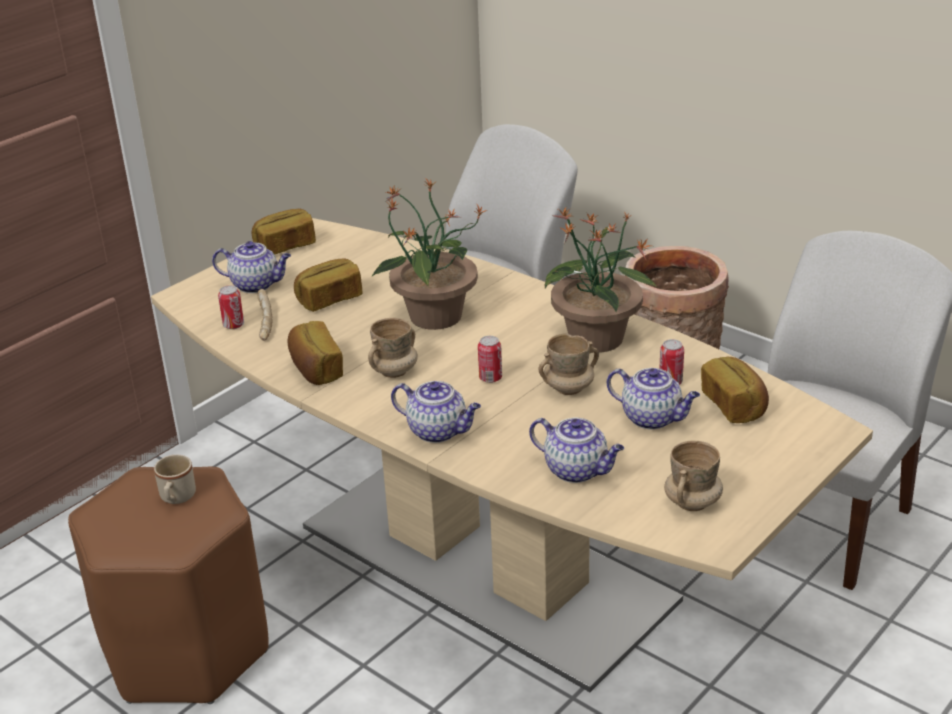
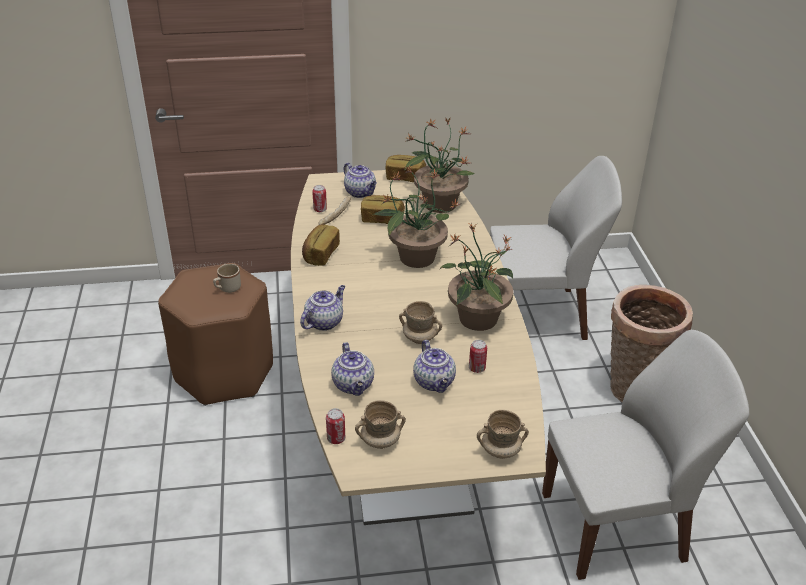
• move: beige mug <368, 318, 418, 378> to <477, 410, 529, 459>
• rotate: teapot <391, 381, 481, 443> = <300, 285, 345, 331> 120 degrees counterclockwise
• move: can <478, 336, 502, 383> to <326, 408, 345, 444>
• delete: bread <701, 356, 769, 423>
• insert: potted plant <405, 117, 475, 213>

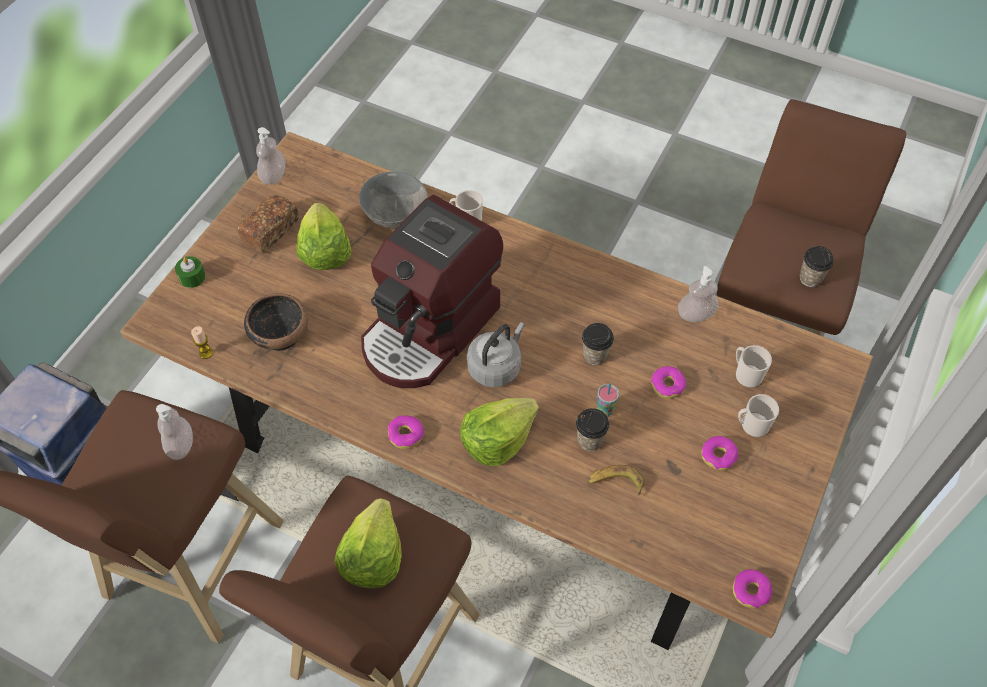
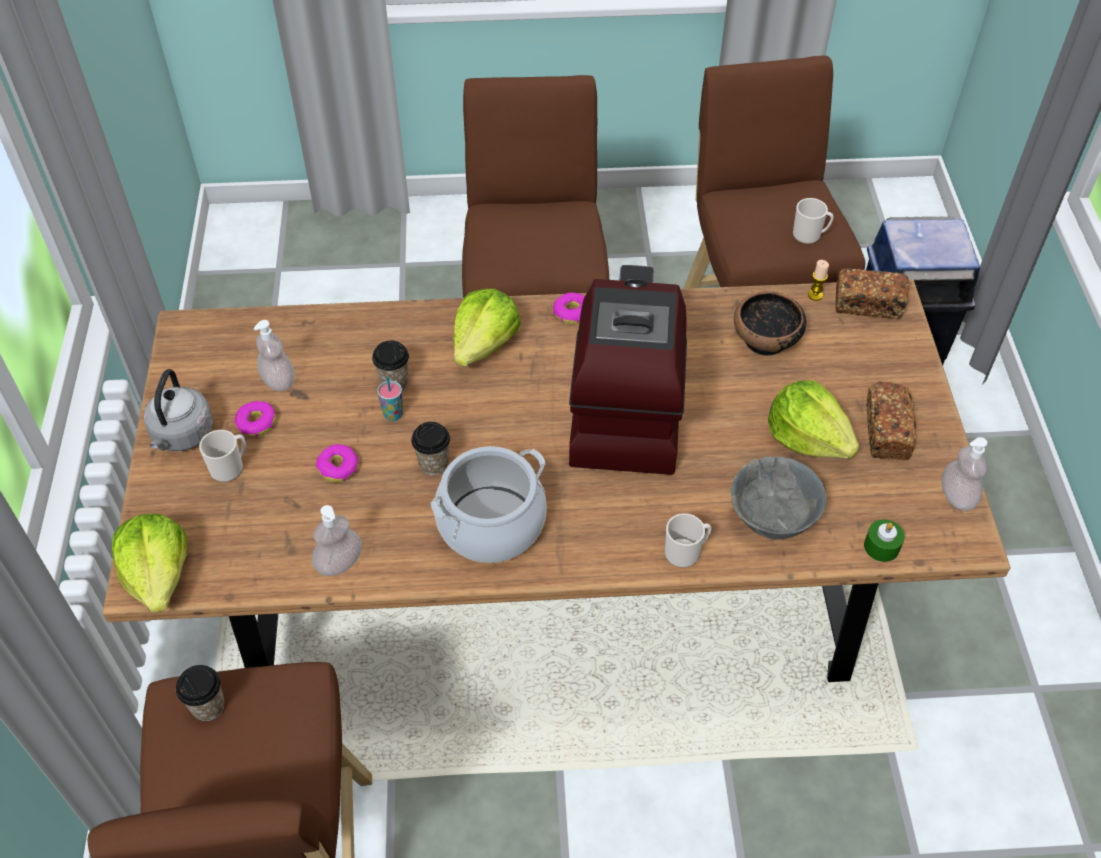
• move: soap dispenser <156, 404, 193, 460> to <254, 320, 294, 391>
• move: green candle <175, 256, 206, 288> to <864, 519, 905, 562>
• move: lettuce <334, 498, 402, 588> to <112, 514, 187, 613>
• move: grey kettle <467, 322, 525, 387> to <144, 369, 213, 451>
• delete: banana <587, 465, 645, 496>
• delete: donut <733, 569, 772, 609>
• move: mug <736, 345, 772, 388> to <793, 198, 834, 244>
• insert: cooking pot <431, 446, 547, 563>
• insert: bread <836, 268, 909, 319>

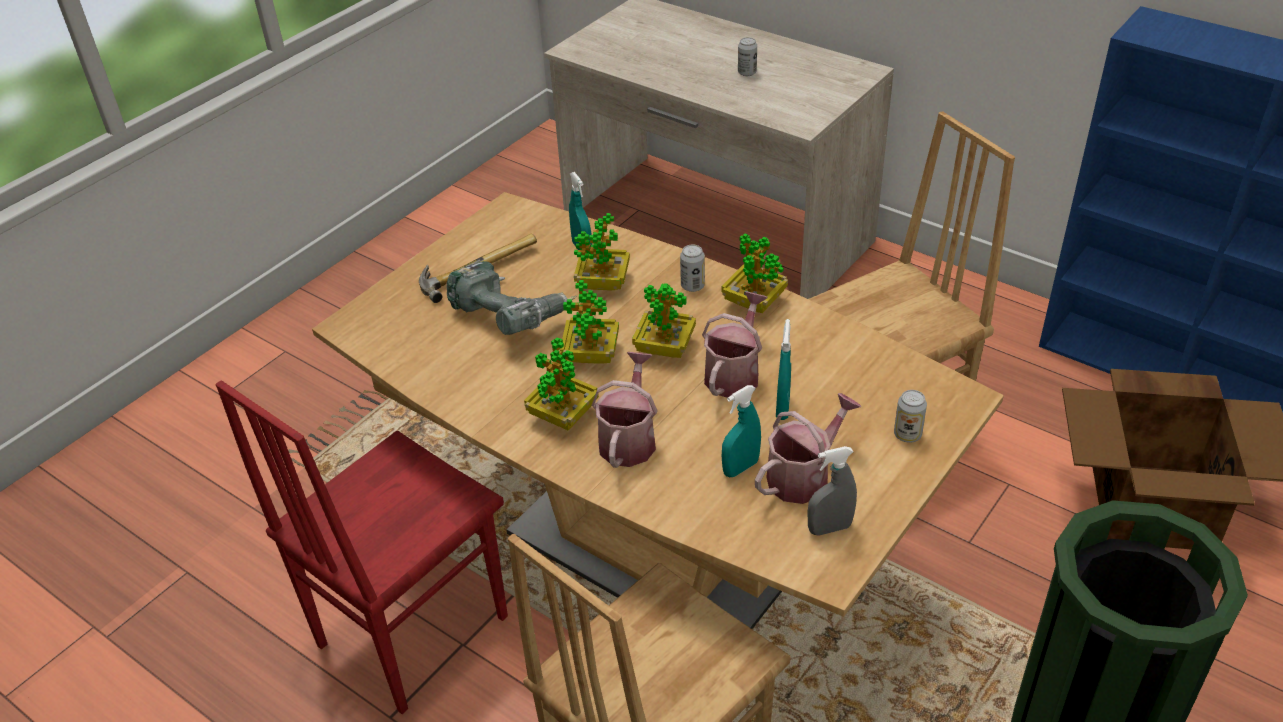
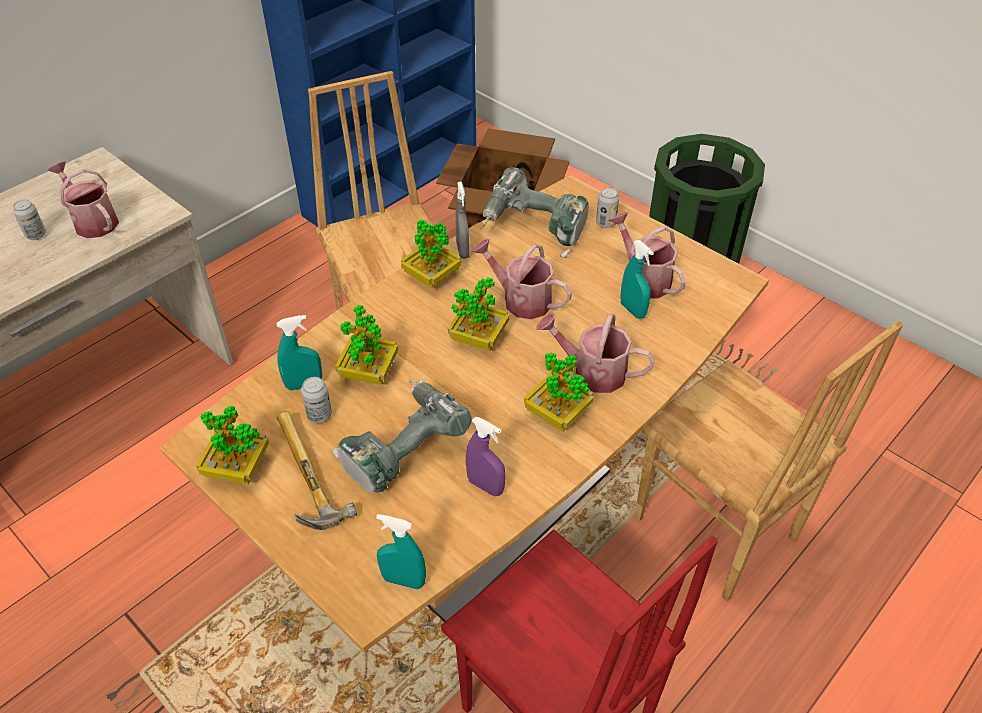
• move: potted plant <560, 280, 619, 364> to <196, 406, 269, 485>
• move: can <680, 245, 705, 292> to <301, 377, 332, 423>
• move: turquoise spray bottle <776, 319, 791, 420> to <376, 514, 426, 589>
• move: grey spray bottle <807, 446, 857, 536> to <456, 182, 470, 259>
• insert: watering can <48, 161, 119, 238>
• insert: purple spray bottle <466, 417, 506, 496>
• insert: power drill <481, 168, 589, 258>

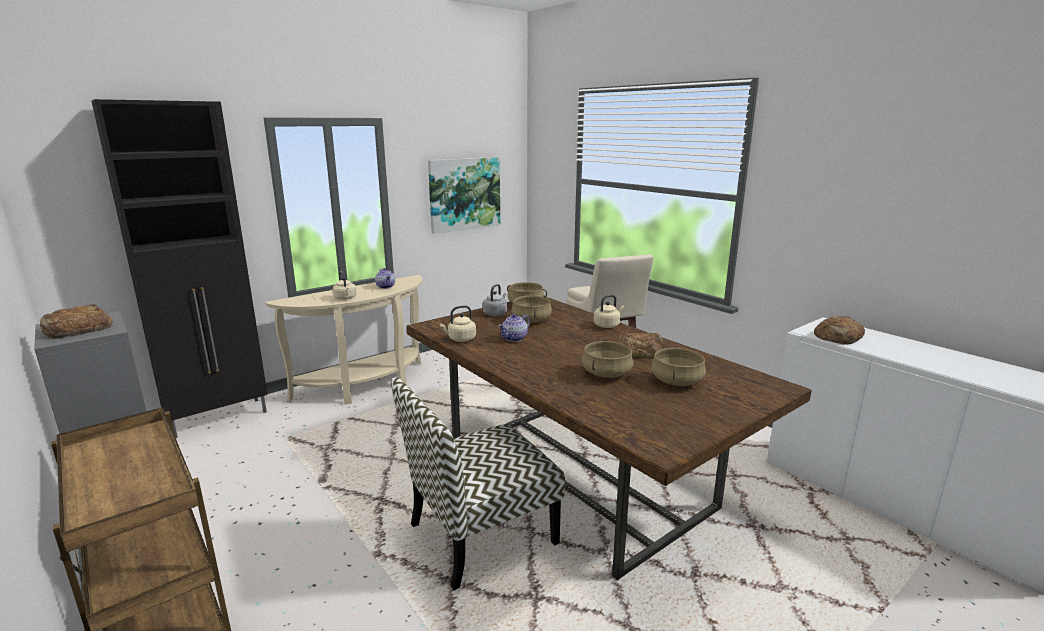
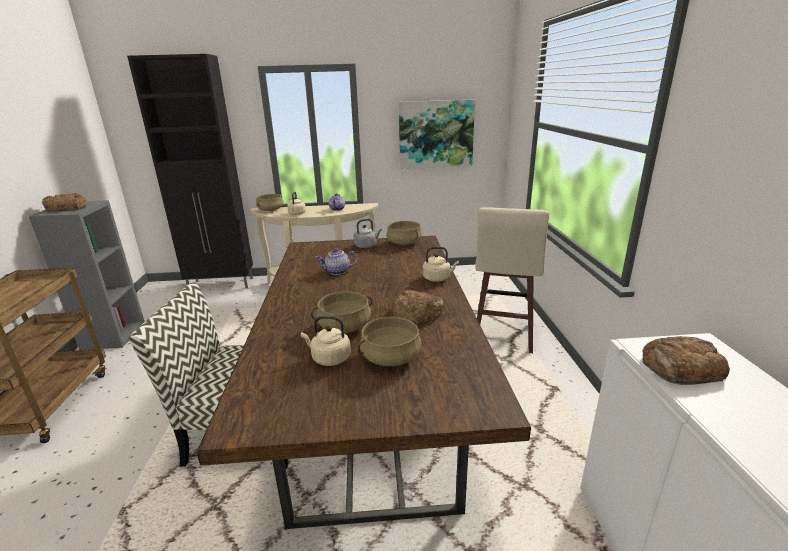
• move: beige kettle <439, 305, 476, 342> to <301, 316, 351, 366>
• move: beige cooking pot <511, 296, 552, 323> to <256, 194, 284, 211>

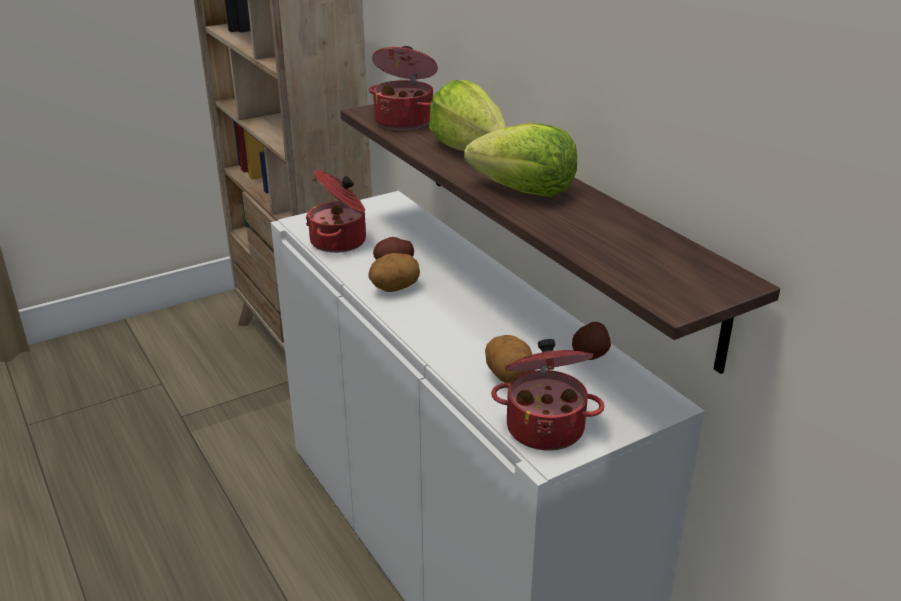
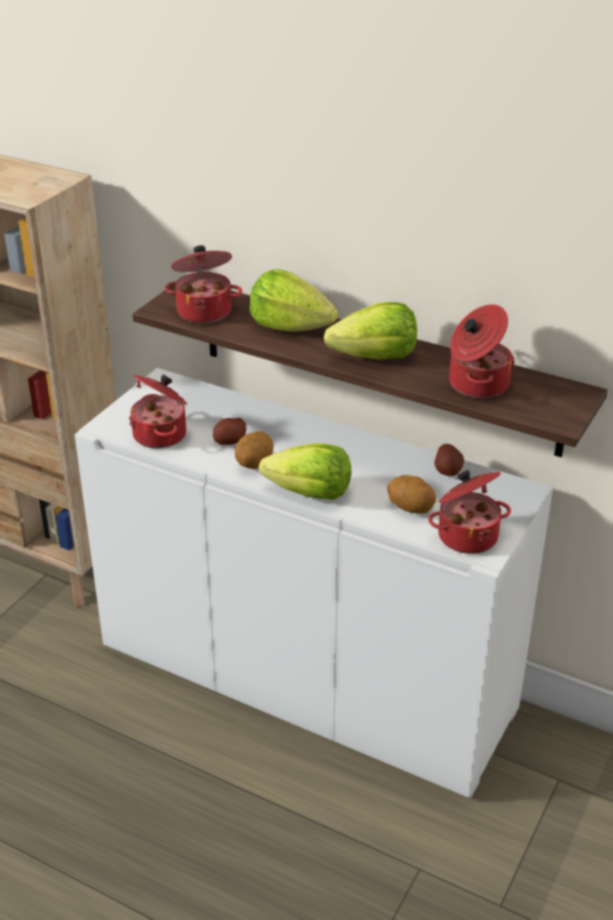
• insert: lettuce <259, 443, 351, 500>
• insert: cooking pot <449, 304, 515, 398>

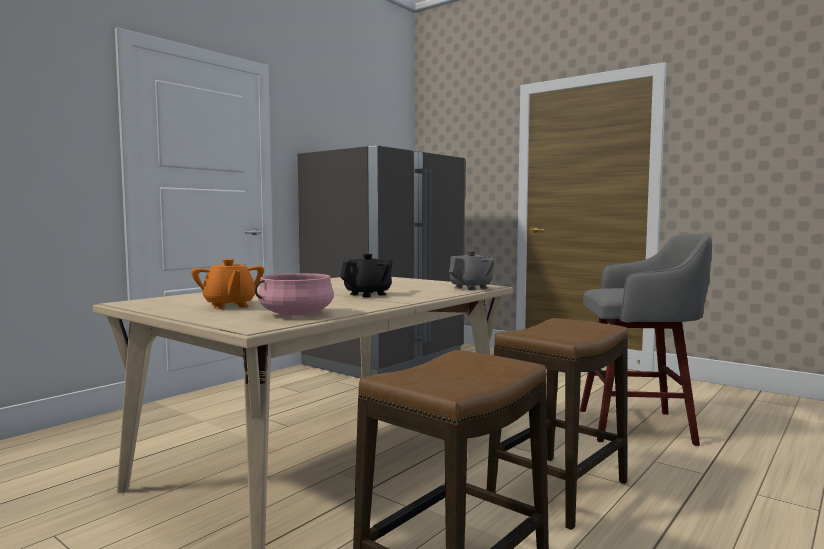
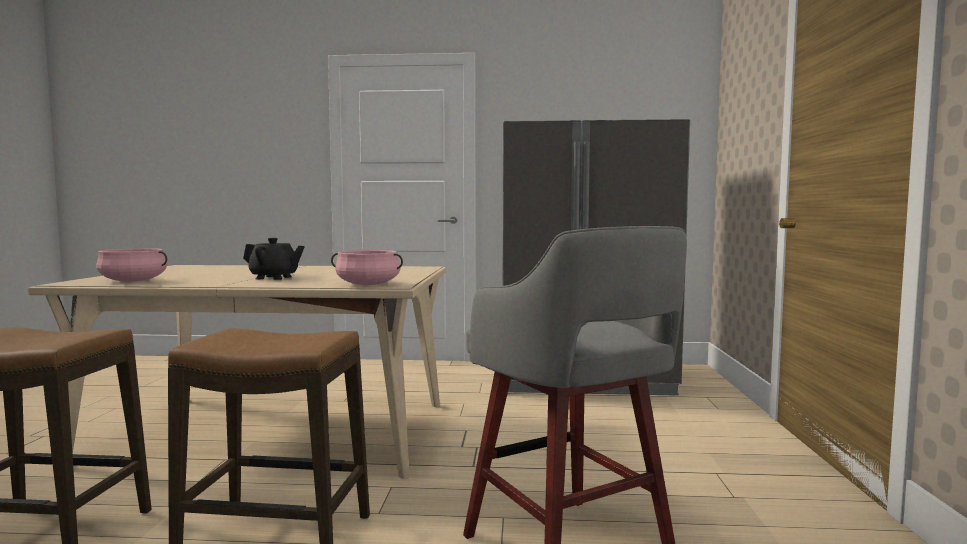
• delete: orange teapot <191, 259, 264, 309>
• replace: grey teapot <449, 251, 494, 290> to pink cooking pot <331, 250, 403, 285>

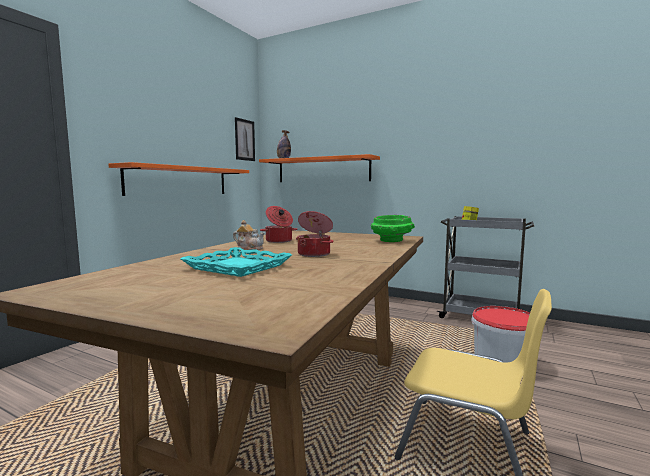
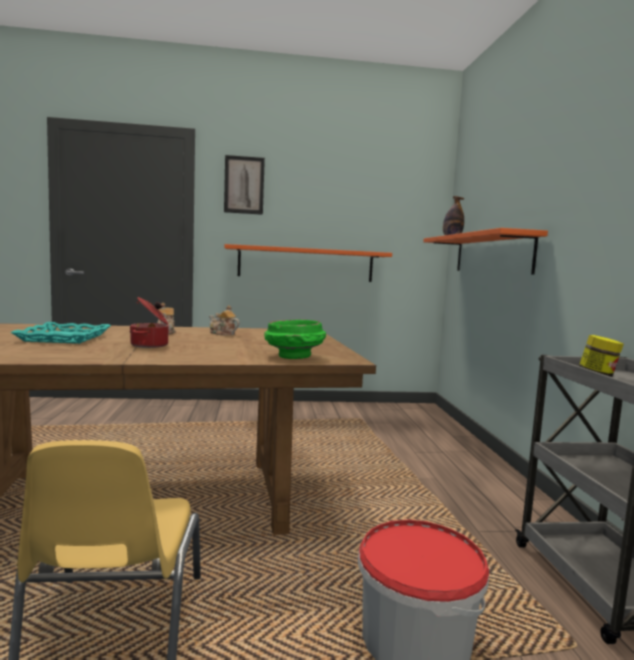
• move: picture <235, 117, 255, 161> to <224, 155, 265, 215>
• replace: cooking pot <260, 206, 297, 243> to teapot <209, 305, 240, 335>

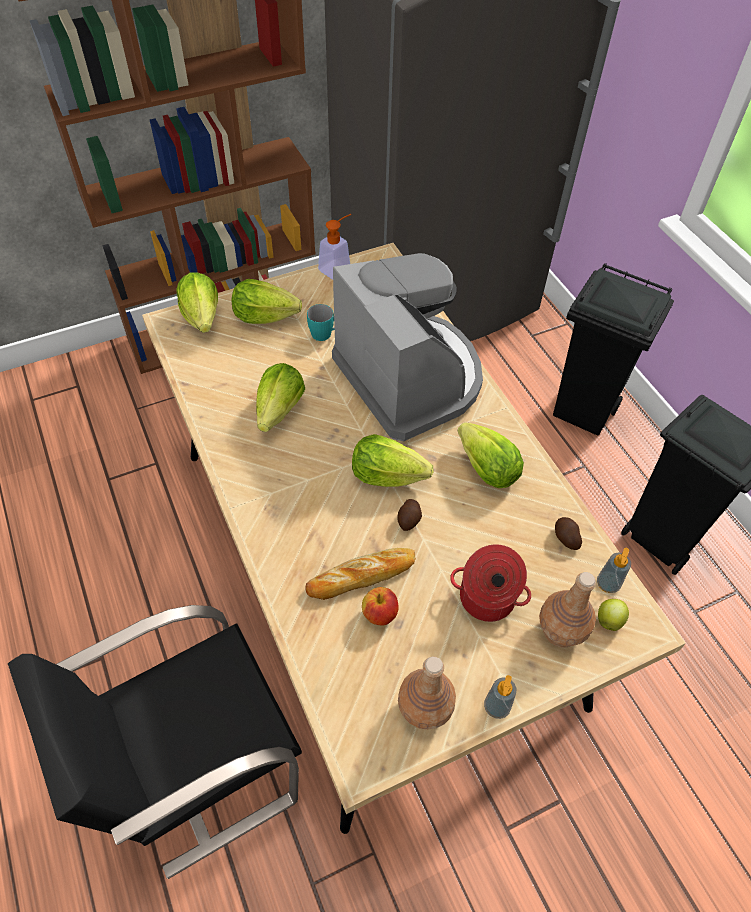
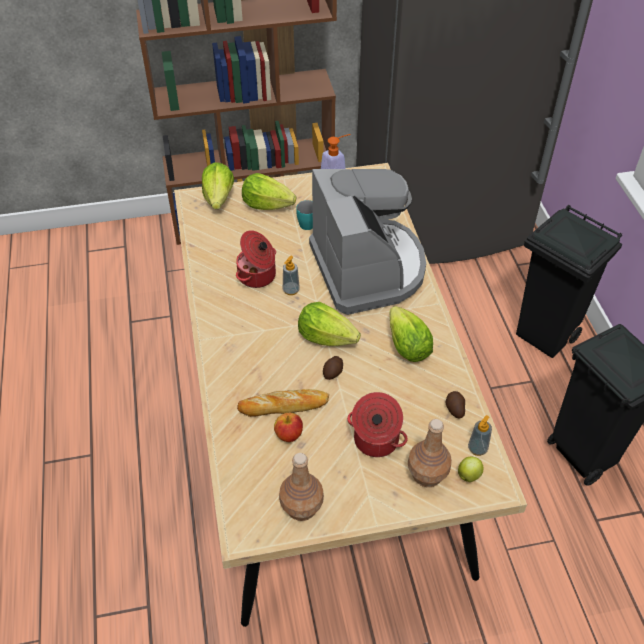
• delete: black chair <8, 605, 302, 879>
• replace: lettuce <256, 363, 305, 432> to cooking pot <236, 230, 276, 288>
• move: soap dispenser <484, 675, 516, 719> to <283, 256, 300, 295>

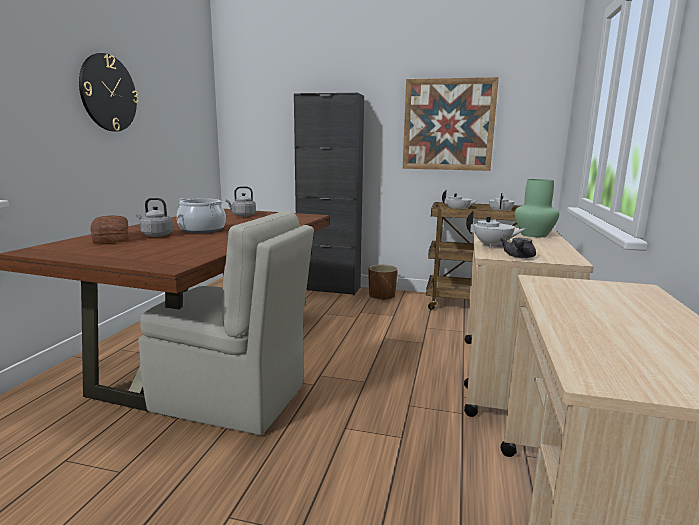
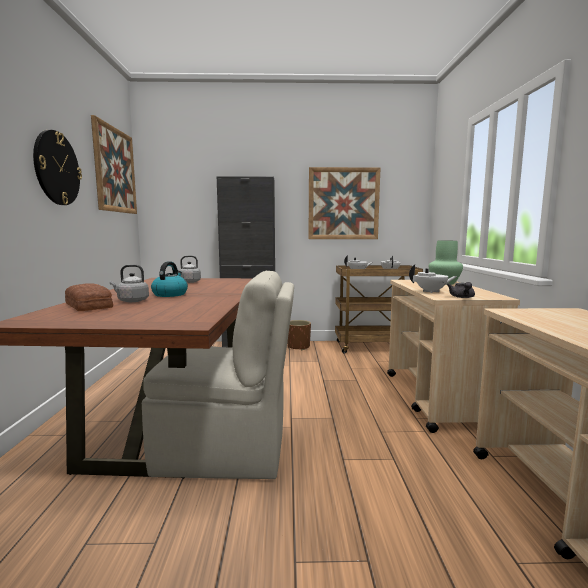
• replace: cooking pot <177, 198, 226, 233> to kettle <151, 262, 188, 297>
• insert: picture <91, 115, 137, 214>

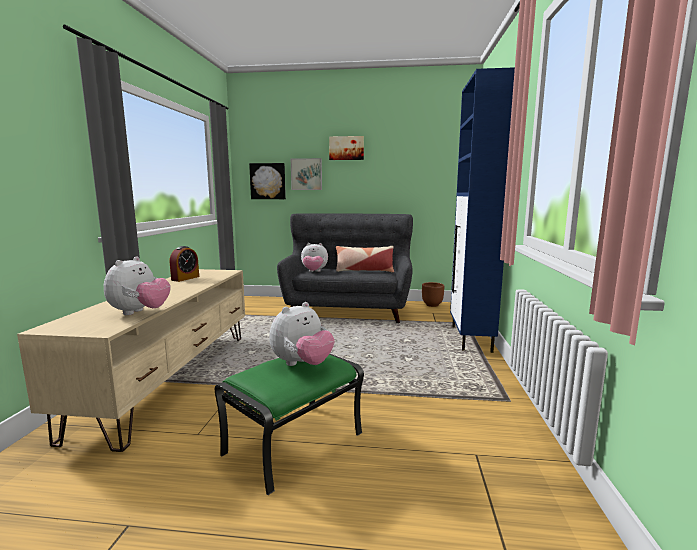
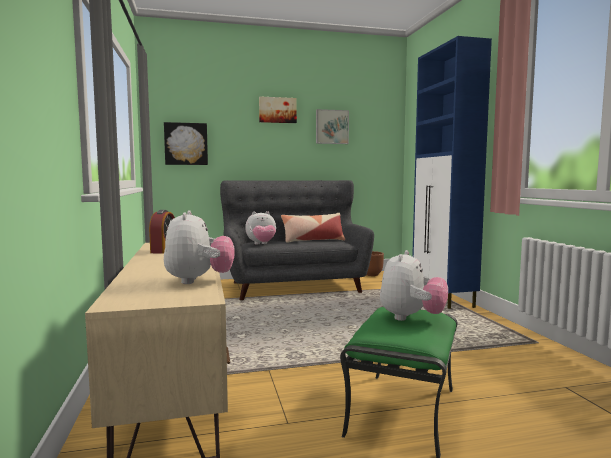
• move: picture <291, 158, 322, 190> to <316, 109, 349, 144>

